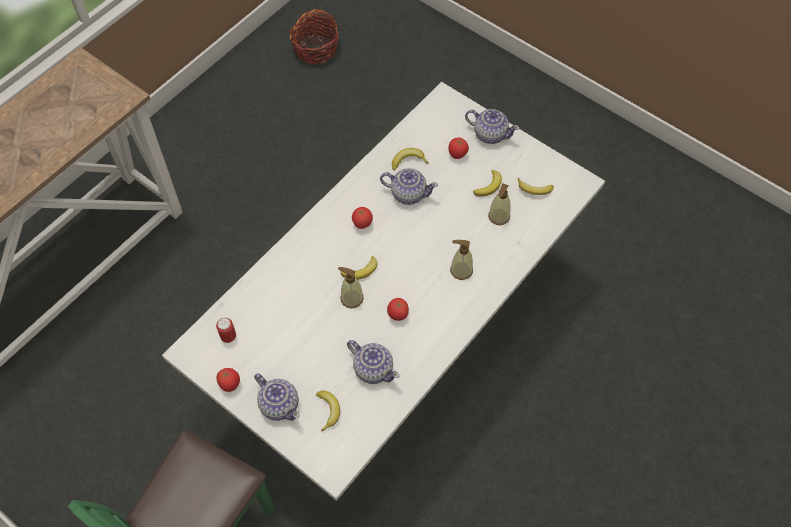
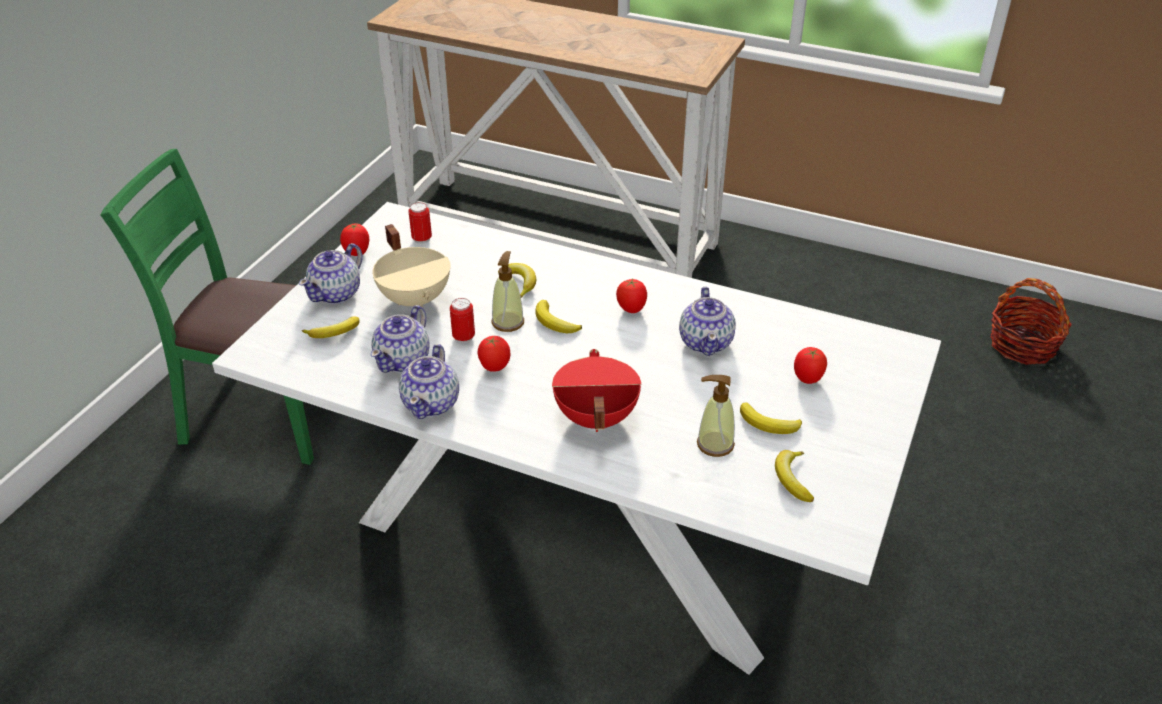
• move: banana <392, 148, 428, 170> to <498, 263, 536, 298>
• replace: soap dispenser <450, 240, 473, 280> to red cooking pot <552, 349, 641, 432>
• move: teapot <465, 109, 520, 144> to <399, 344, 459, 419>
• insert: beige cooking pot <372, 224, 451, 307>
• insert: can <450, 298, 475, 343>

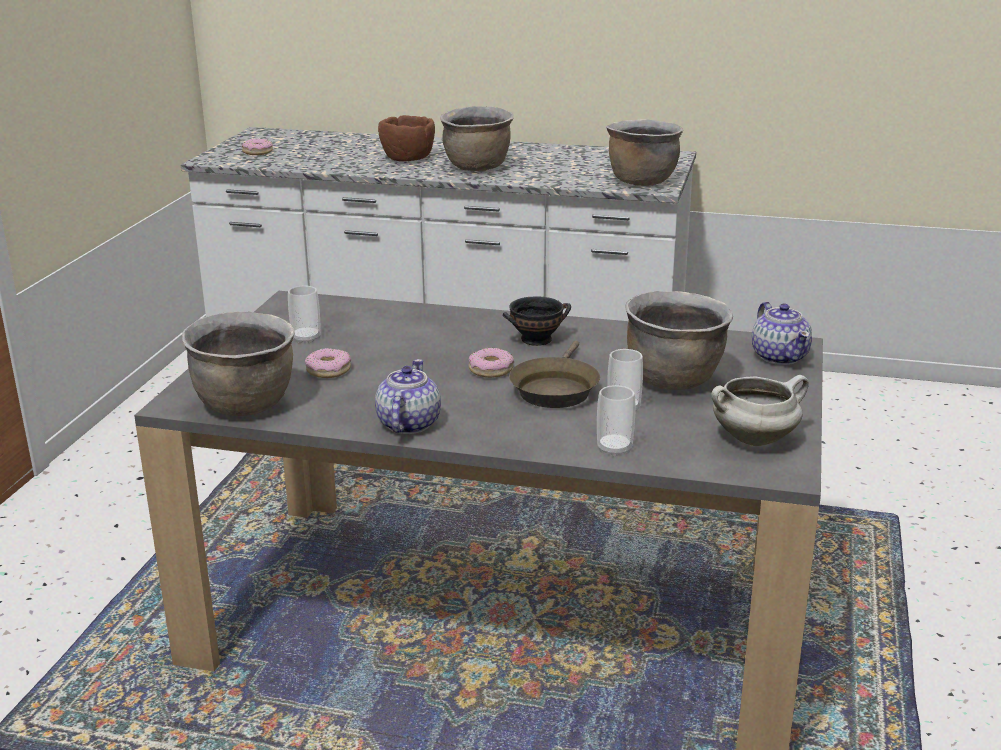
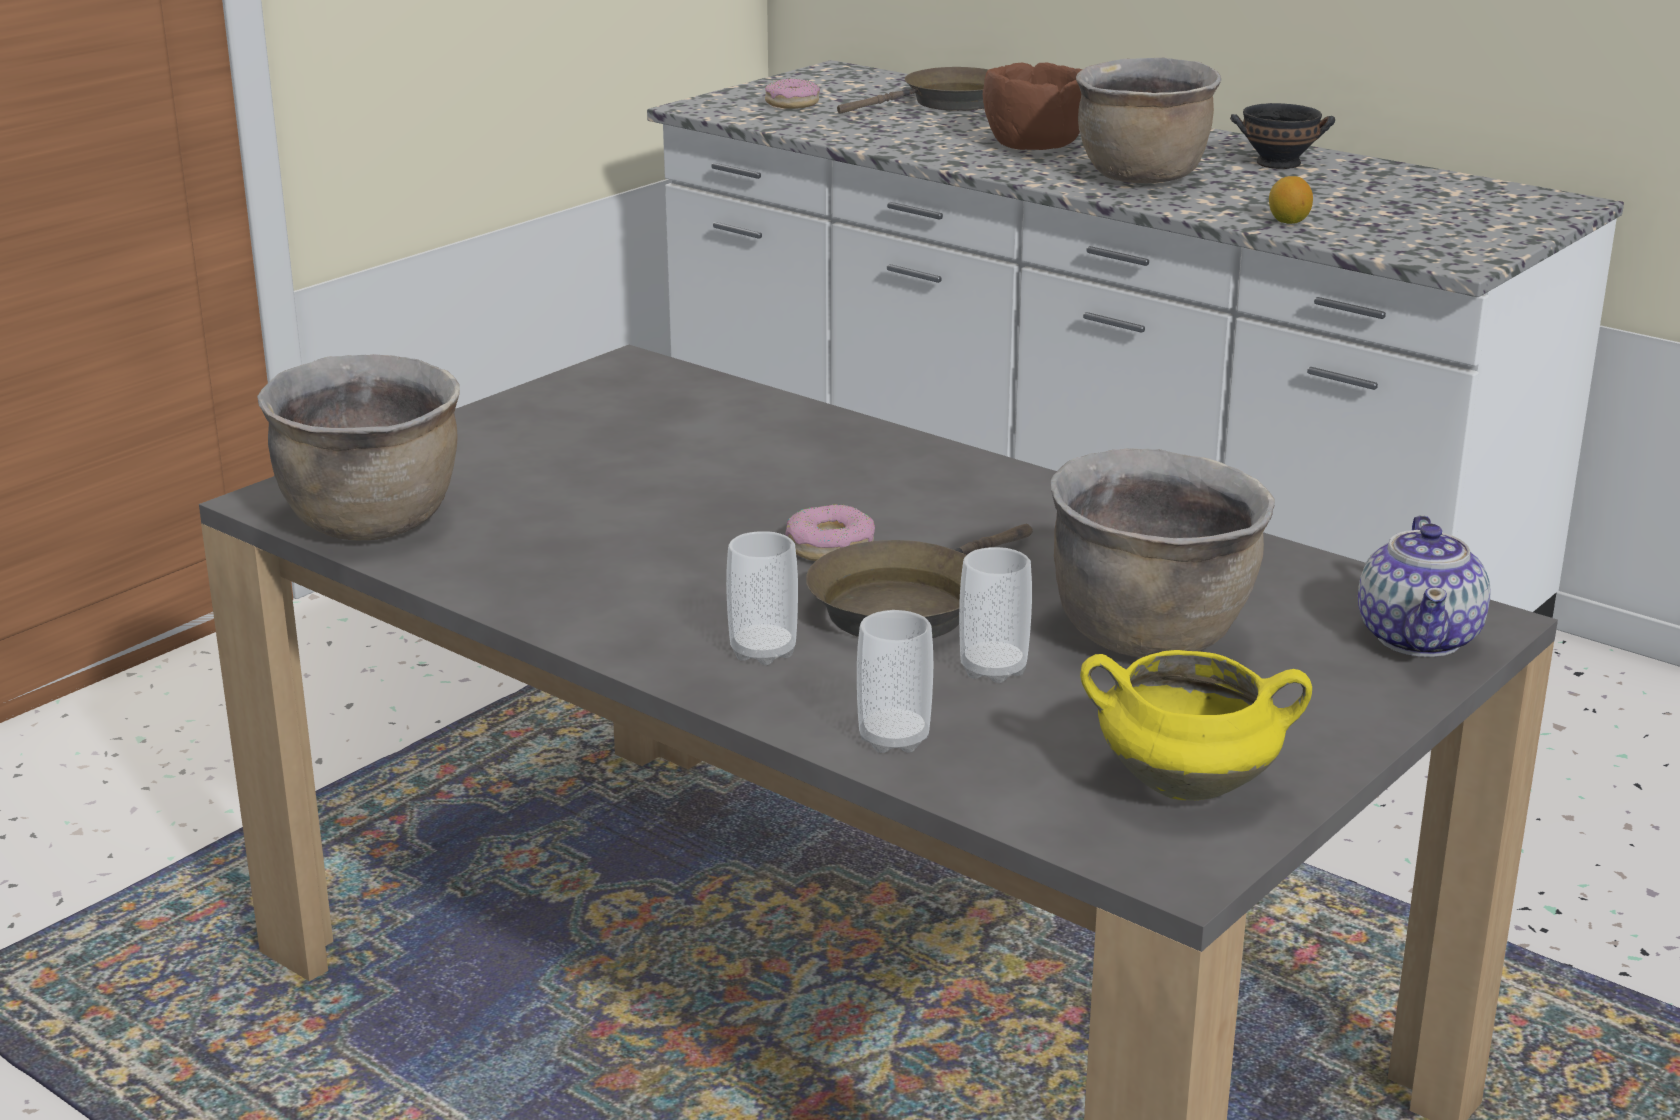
• move: cup <288, 285, 321, 343> to <726, 531, 798, 665>
• delete: donut <305, 348, 351, 378>
• delete: teapot <375, 359, 441, 434>
• move: black bowl <502, 296, 571, 346> to <1230, 103, 1335, 169>
• delete: brown cooking pot <606, 119, 683, 186>
• recolor: white cooking pot <711, 375, 809, 446> to yellow cooking pot <1080, 650, 1312, 801>
• insert: brown frying pan <837, 67, 989, 114>
• insert: lemon <1269, 176, 1313, 224>

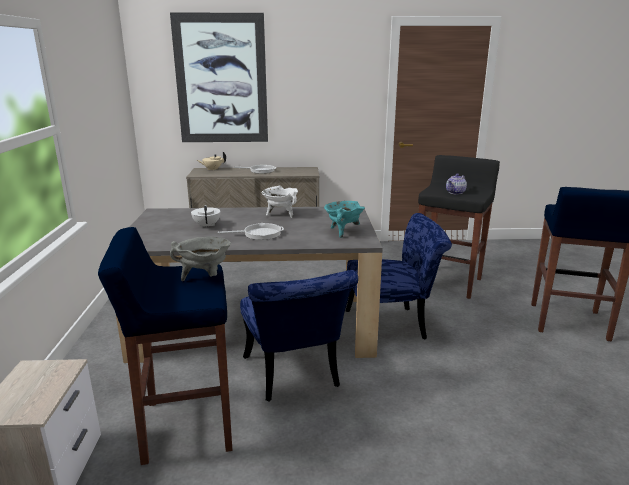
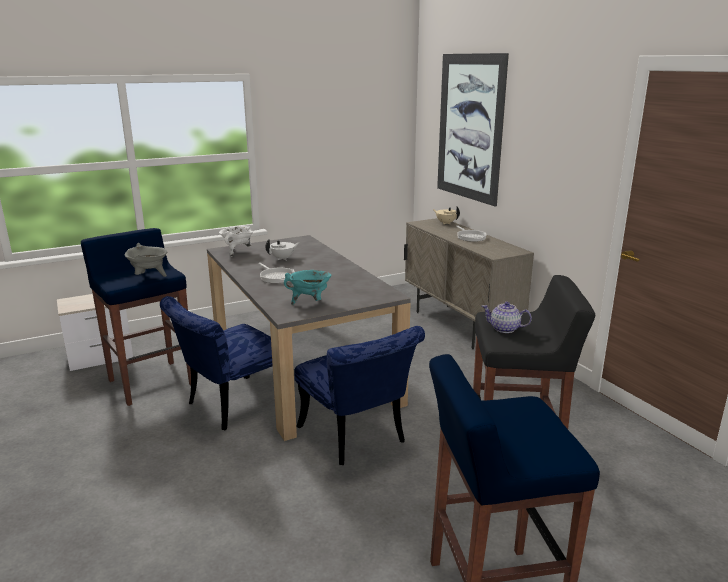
• move: white cooking pot <262, 186, 298, 218> to <219, 226, 253, 257>

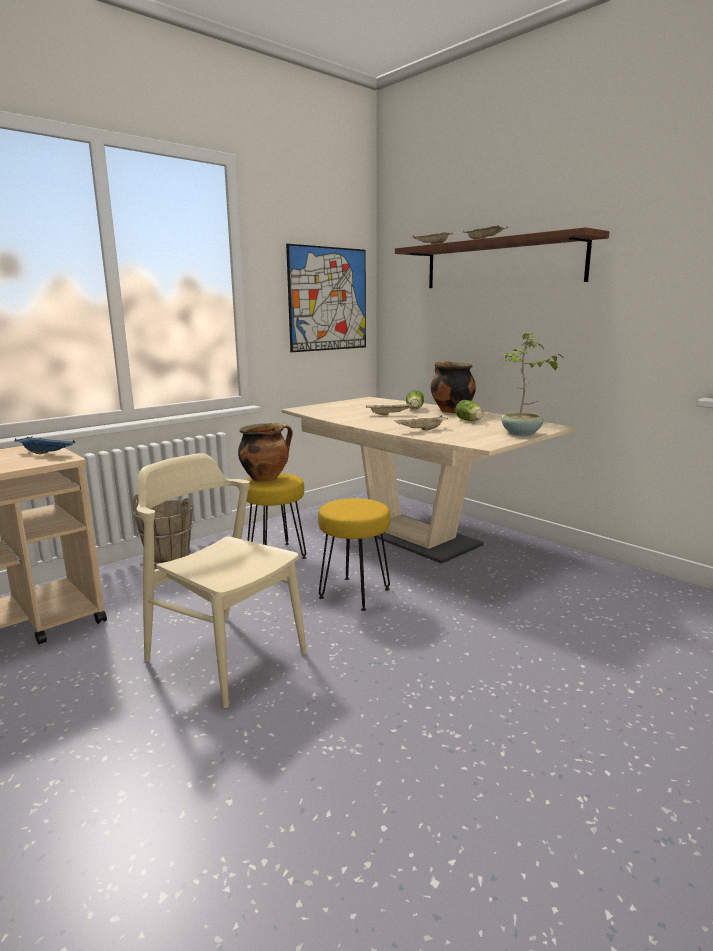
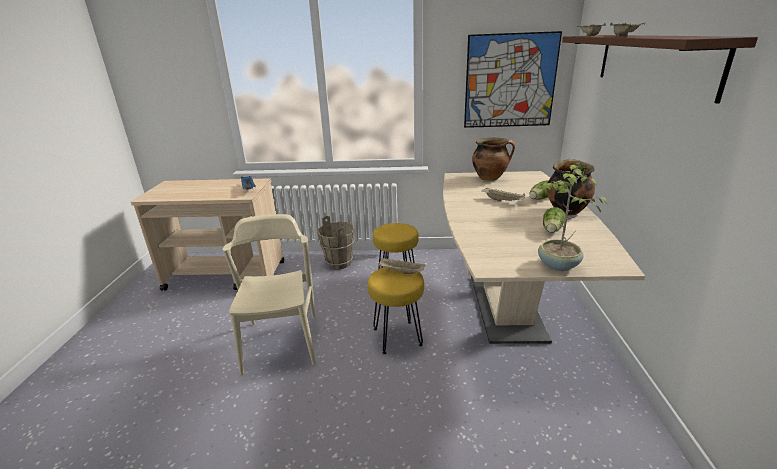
• move: cooking pot <238, 423, 293, 482> to <472, 138, 515, 181>
• move: beige tray <395, 415, 448, 431> to <379, 258, 425, 274>

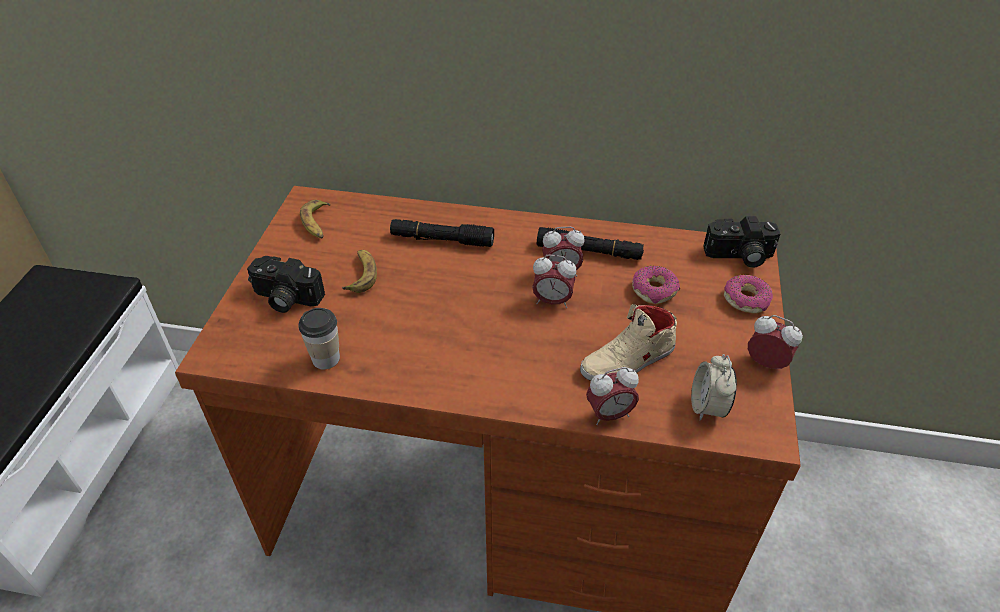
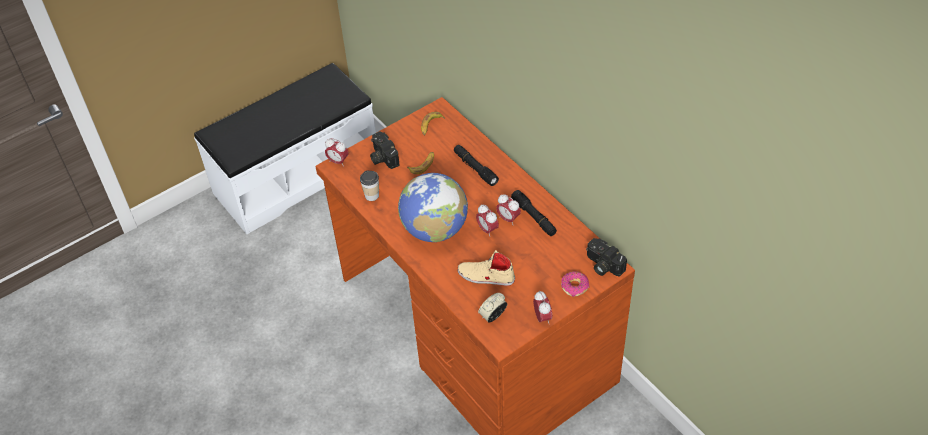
• move: alarm clock <586, 367, 639, 425> to <325, 138, 349, 167>
• delete: donut <632, 266, 680, 304>
• insert: globe <398, 173, 468, 242>

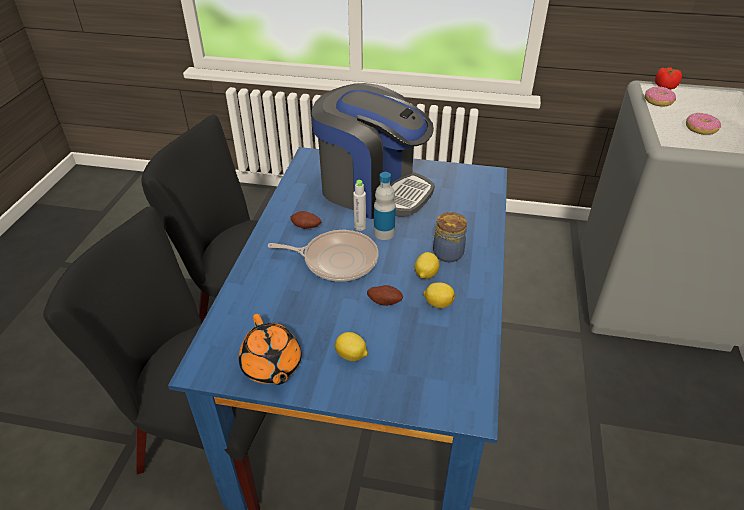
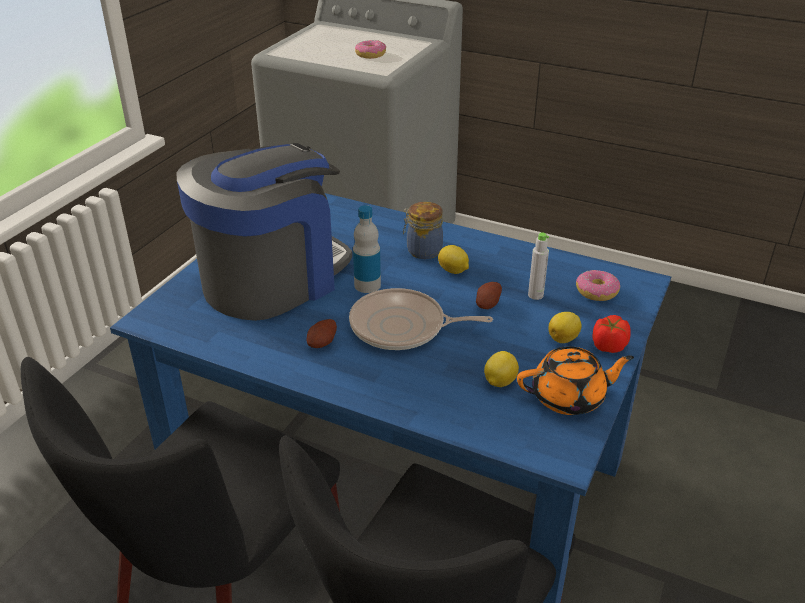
• rotate: frying pan <268, 230, 378, 282> = <349, 288, 493, 350> 105 degrees counterclockwise
• move: grey bottle <353, 180, 366, 231> to <528, 232, 549, 300>
• move: lemon <423, 282, 455, 309> to <484, 351, 519, 387>
• move: donut <645, 86, 676, 107> to <576, 270, 620, 301>
• move: tomato <655, 67, 682, 89> to <592, 315, 631, 353>

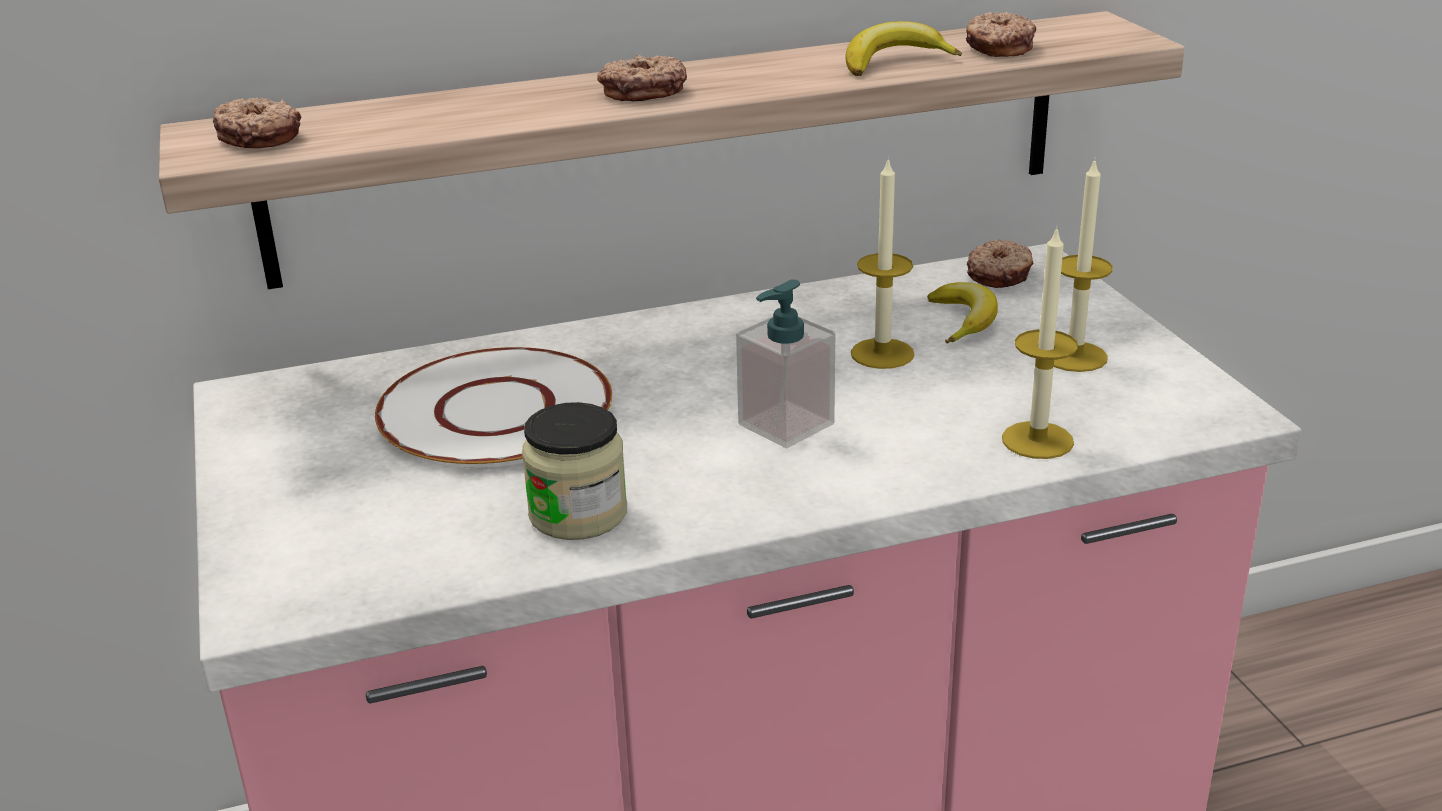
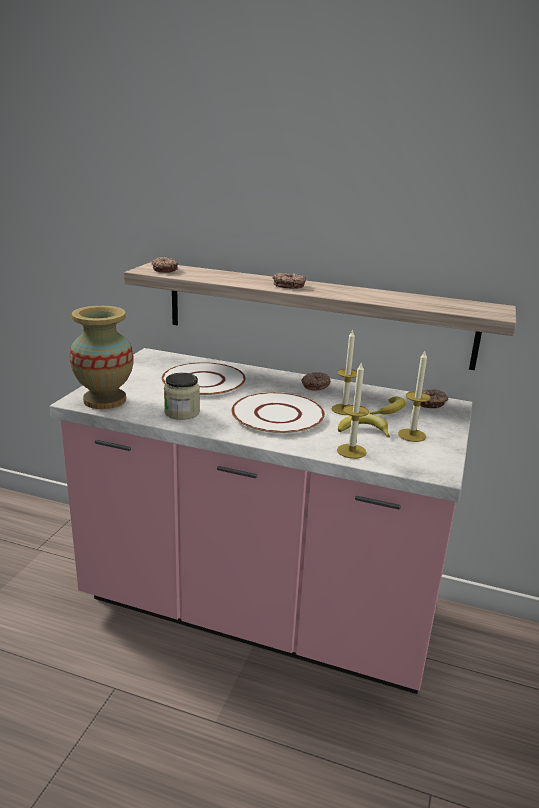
• replace: soap dispenser <736, 279, 835, 448> to white plate <231, 392, 325, 435>
• move: banana <846, 21, 962, 76> to <338, 414, 390, 438>
• move: donut <966, 12, 1036, 57> to <301, 372, 331, 391>
• insert: vase <70, 306, 134, 409>

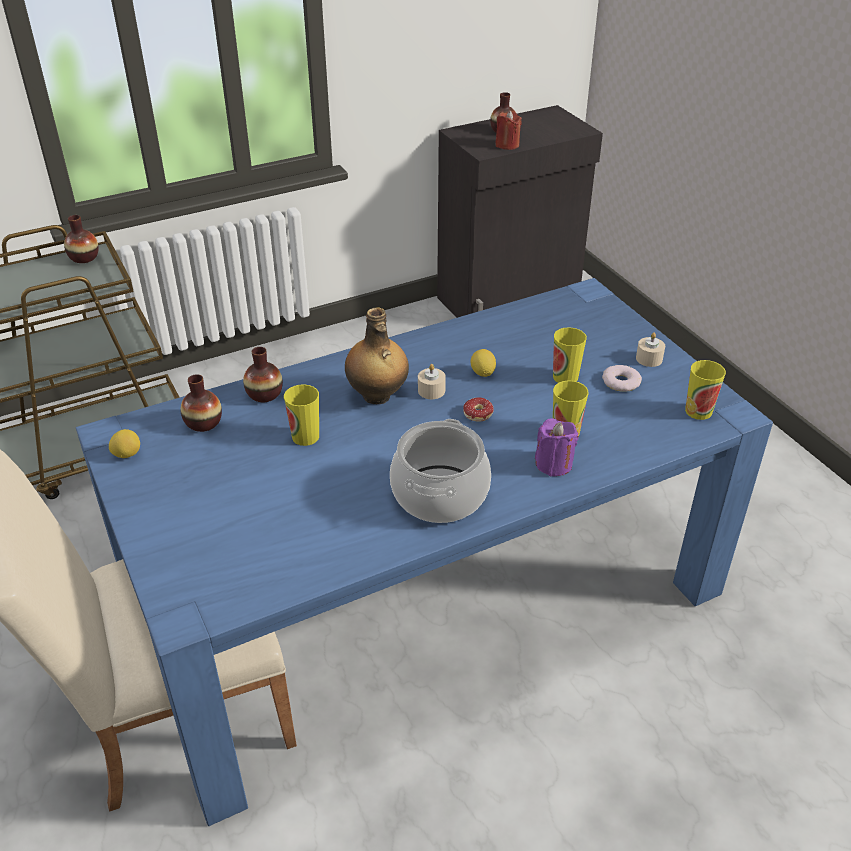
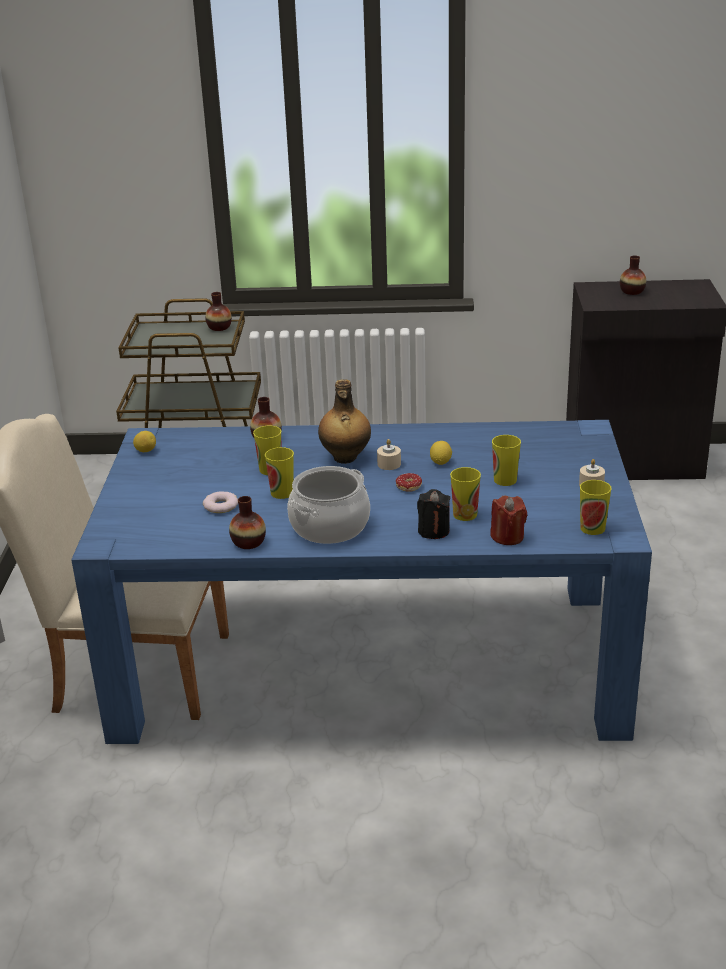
• move: vase <180, 374, 222, 432> to <229, 496, 266, 549>
• move: red candle <495, 111, 522, 150> to <490, 495, 527, 545>
• recolor: purple candle <535, 418, 579, 477> to black candle <417, 489, 450, 539>
• move: donut <602, 365, 642, 392> to <203, 491, 238, 513>
• insert: cup <265, 447, 294, 499>

